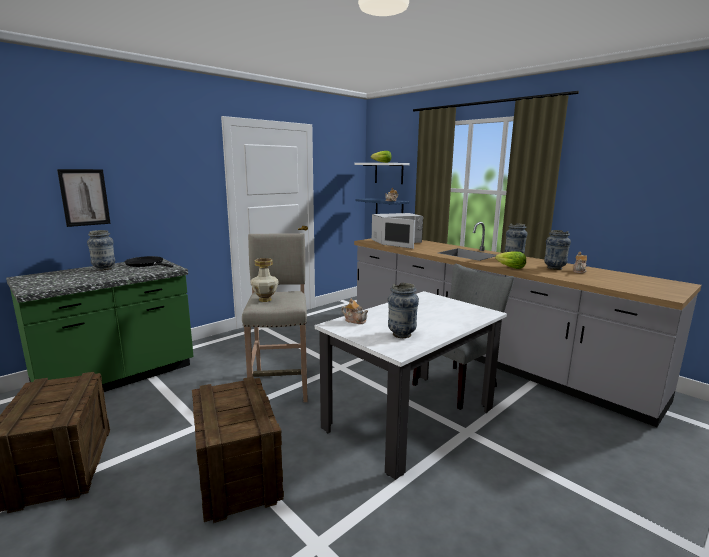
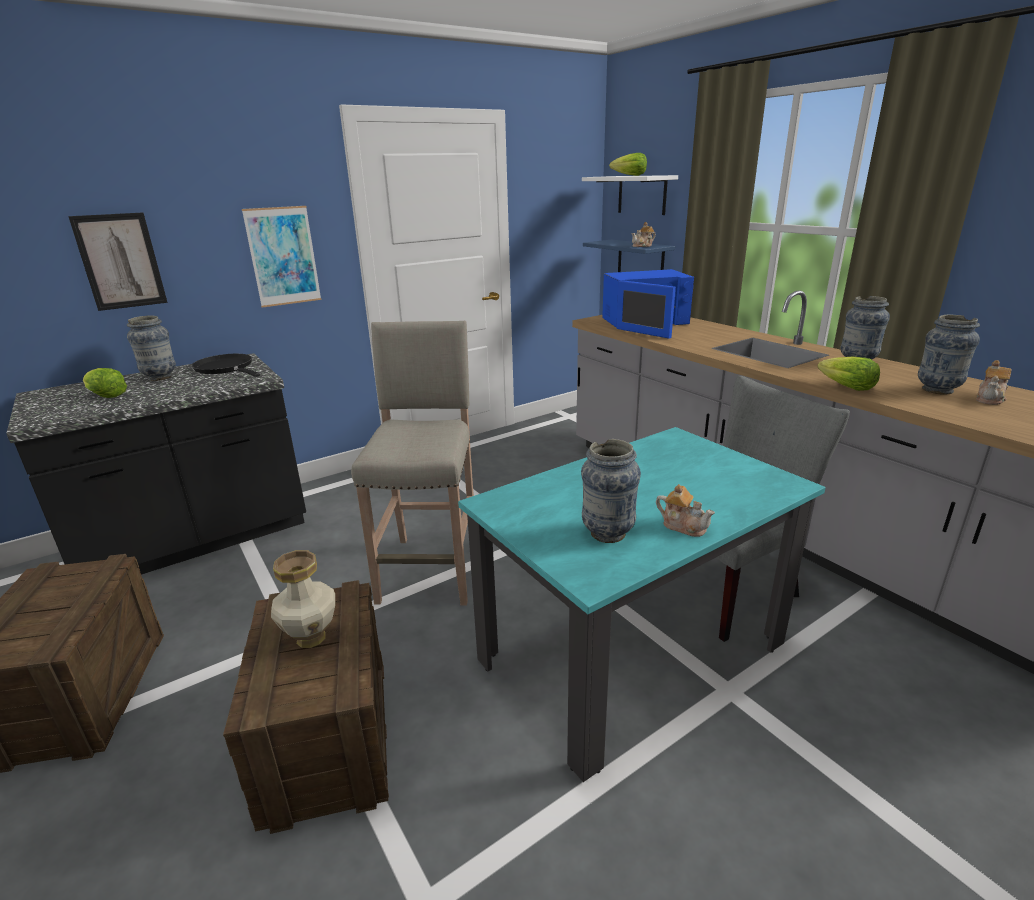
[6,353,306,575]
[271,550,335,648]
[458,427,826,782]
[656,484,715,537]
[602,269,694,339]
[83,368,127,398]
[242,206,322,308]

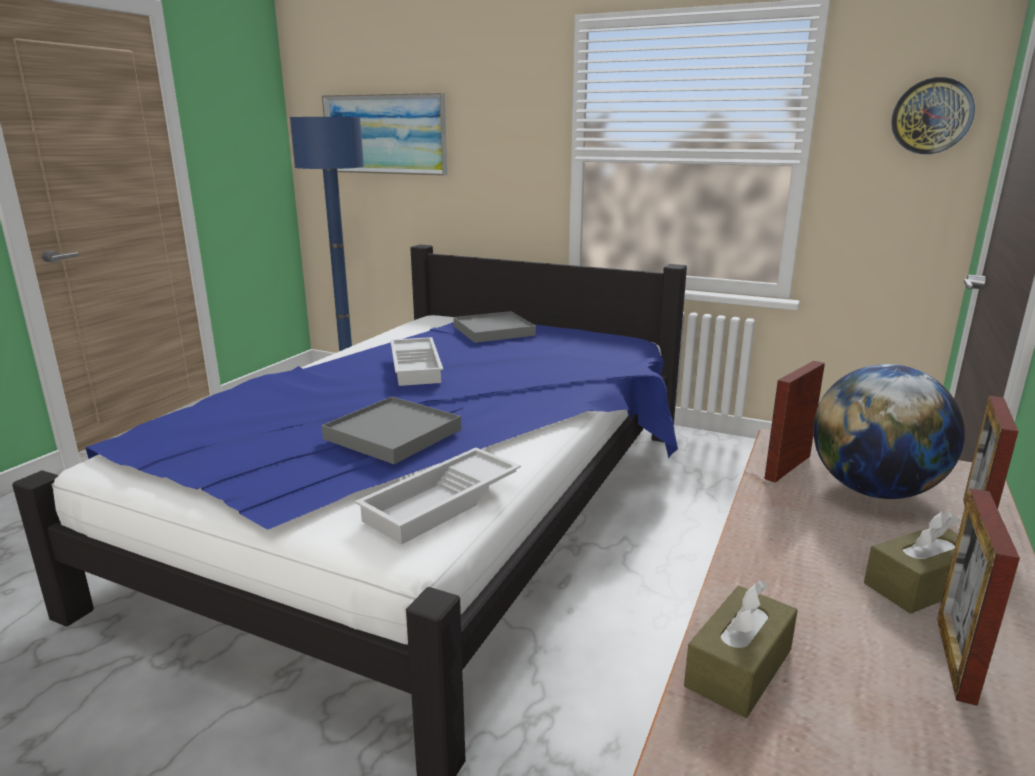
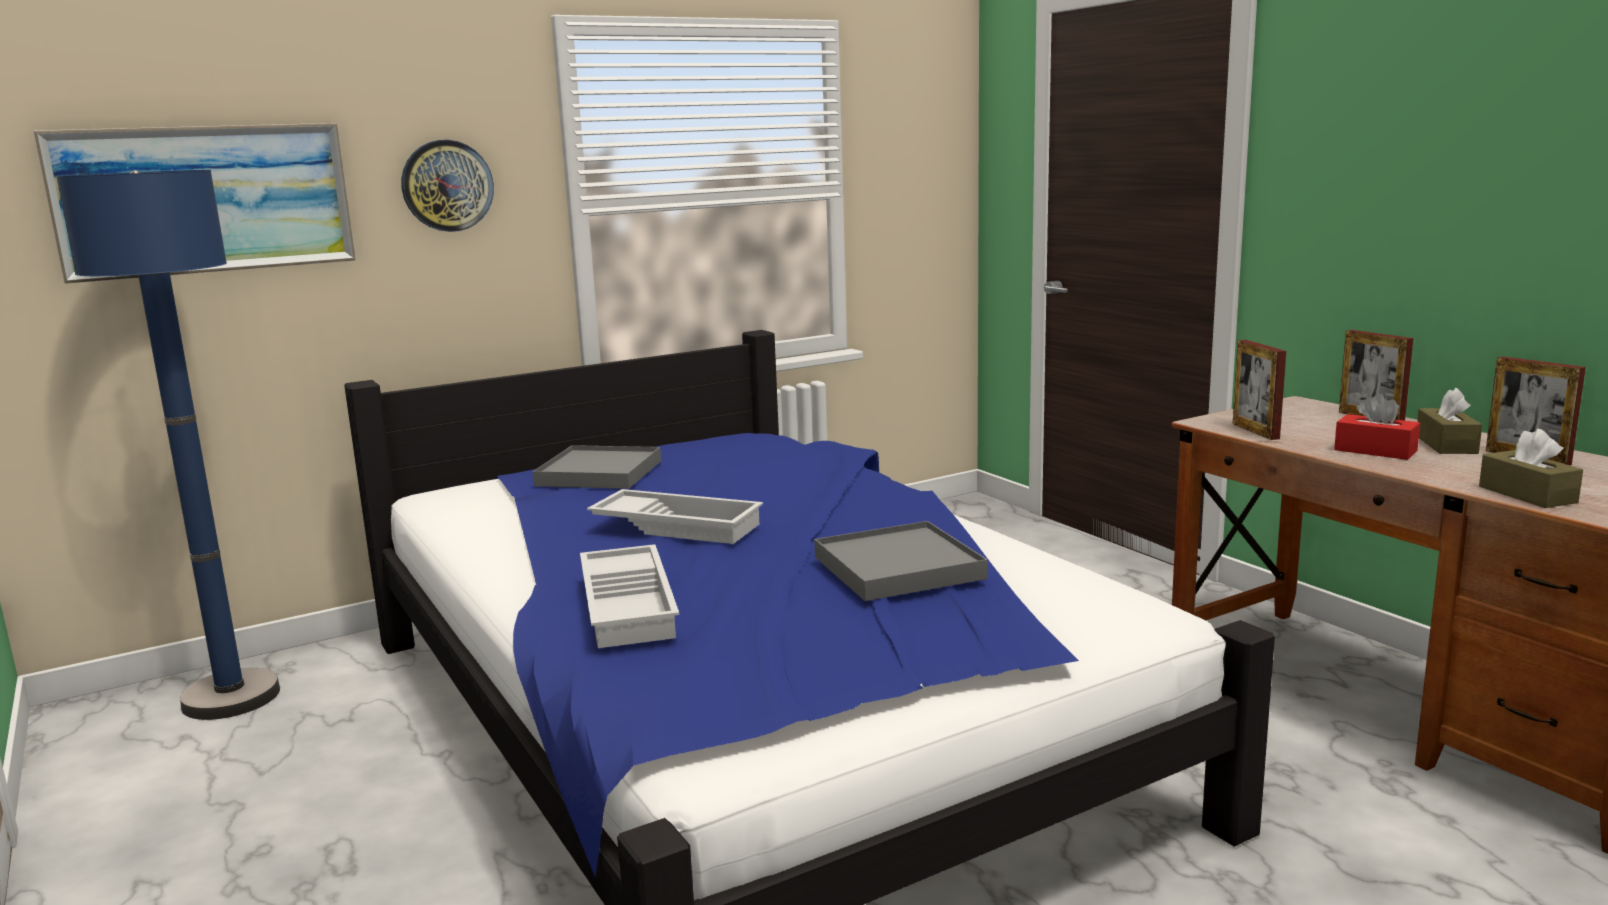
[580,544,679,648]
[813,364,965,499] (first image)
[401,140,494,232]
[1334,394,1420,460]

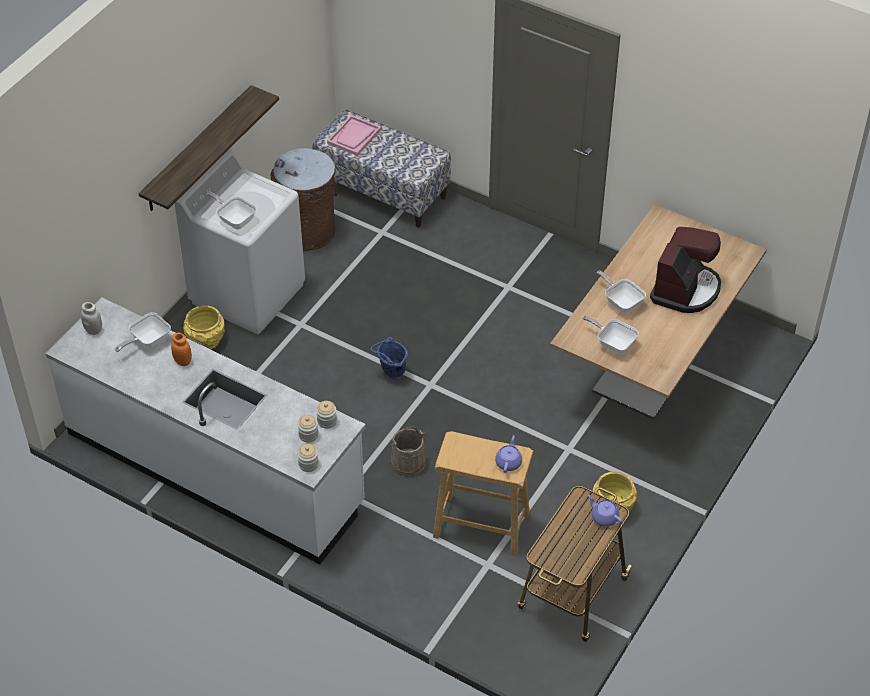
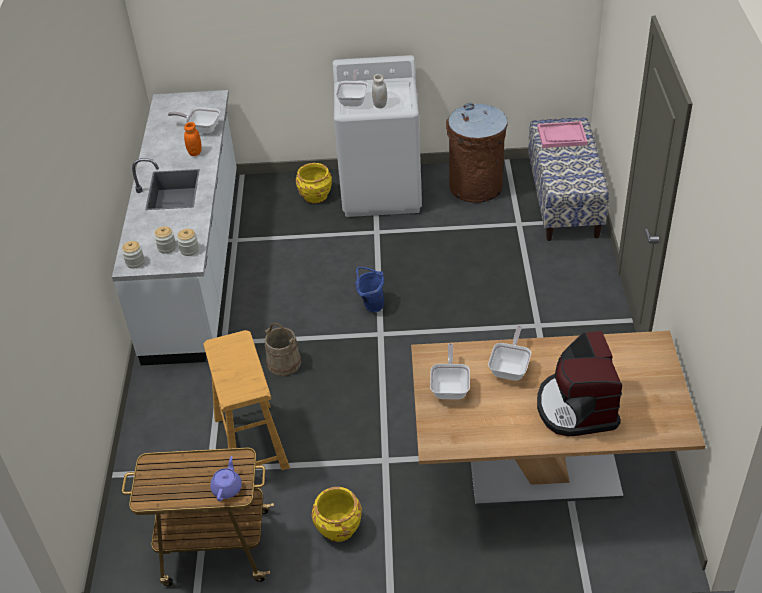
[372,74,387,108]
[139,85,279,211] (first image)
[495,435,522,473] (first image)
[537,331,622,437]

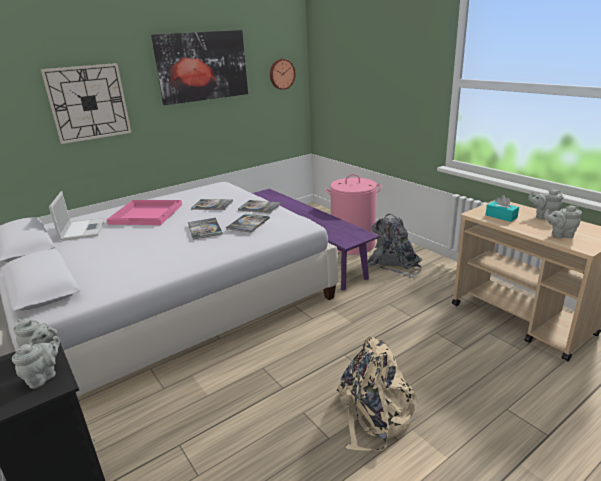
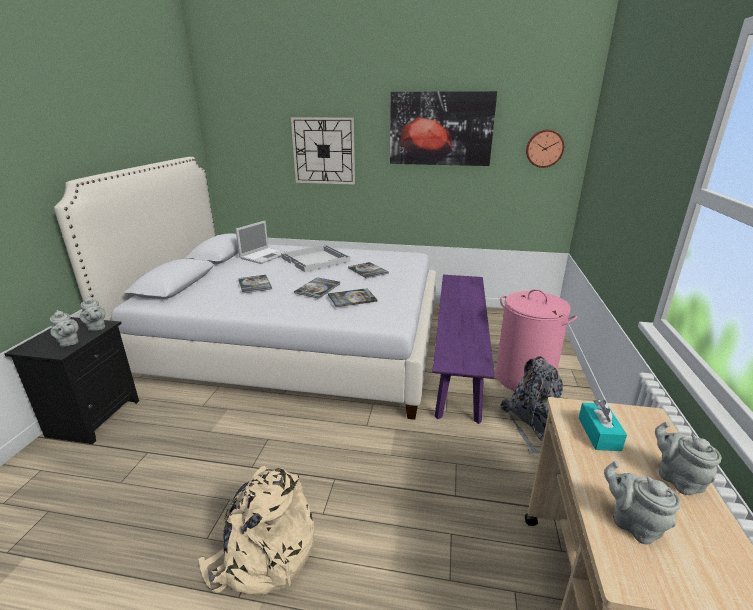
[50,310,79,347]
[281,245,351,272]
[238,275,272,293]

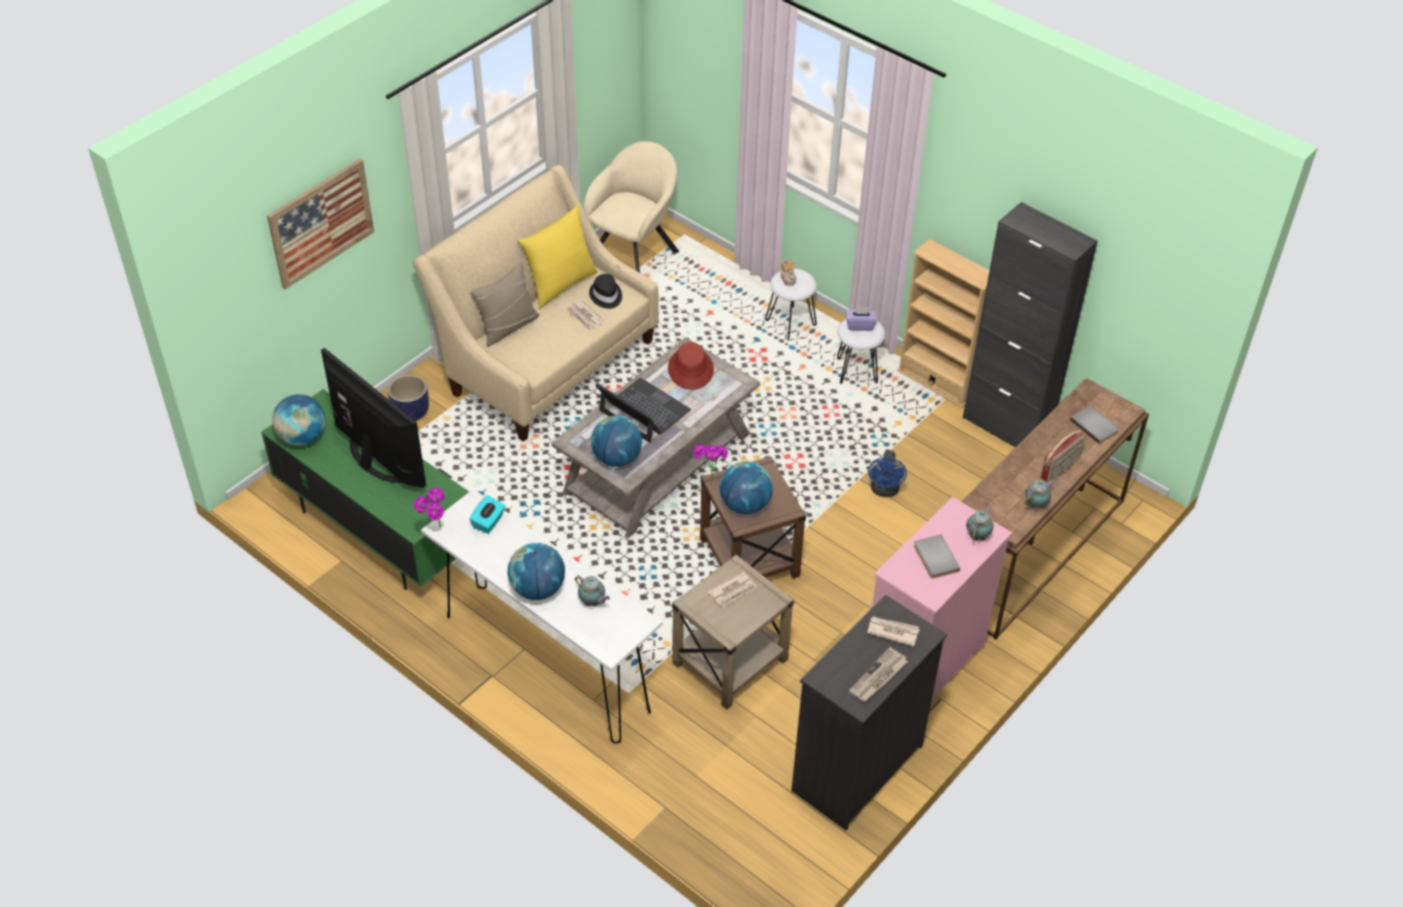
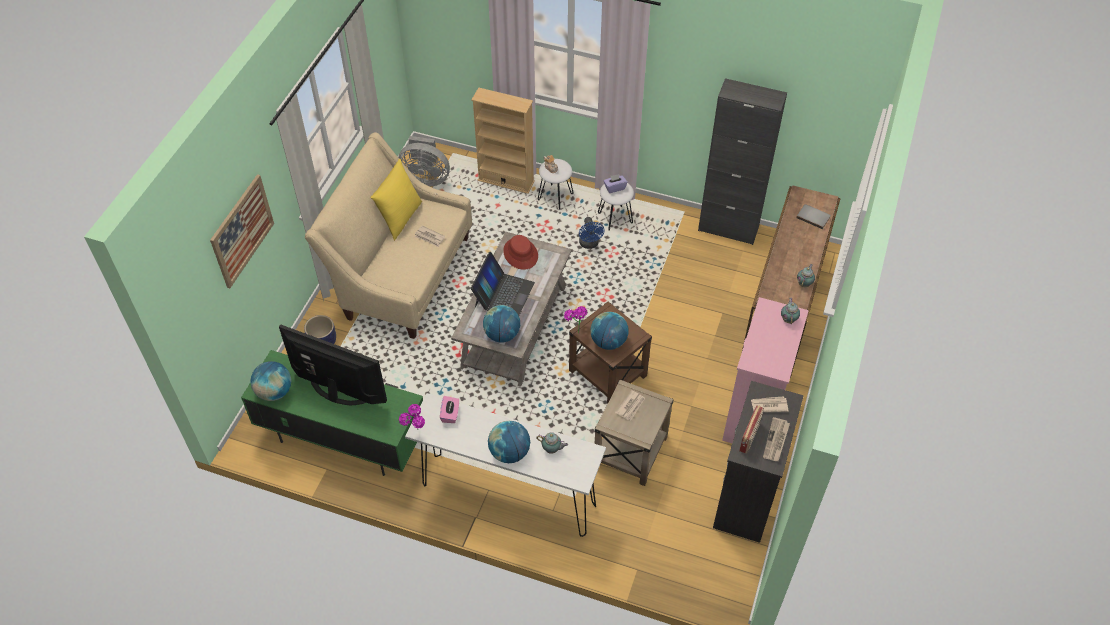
[440,396,459,423]
[470,262,539,347] (first image)
[398,136,450,186]
[589,274,622,309] (first image)
[471,252,535,316]
[579,217,605,249]
[471,88,535,194]
[914,535,960,579] (first image)
[739,405,764,454]

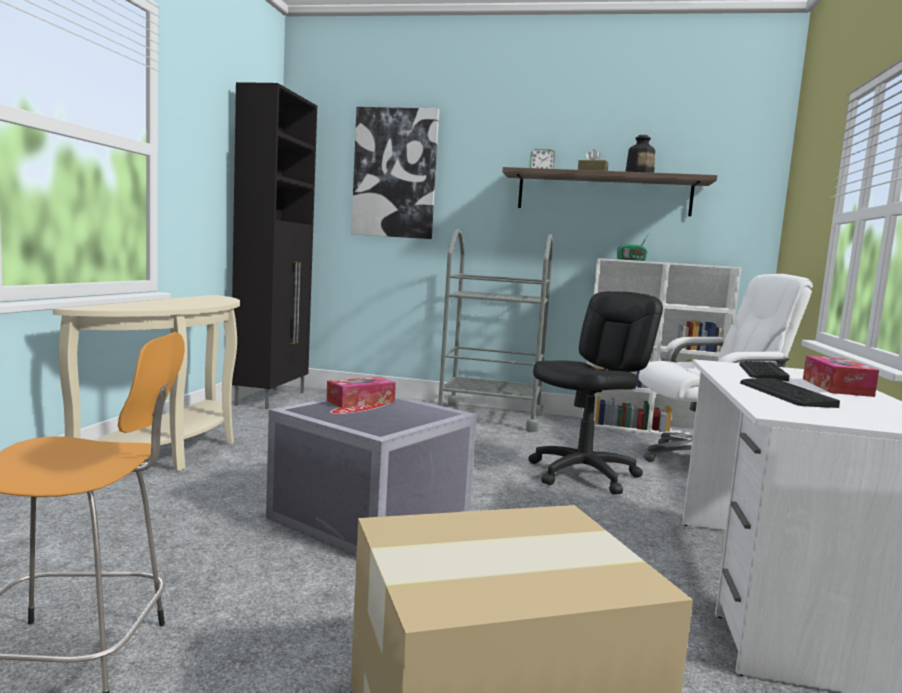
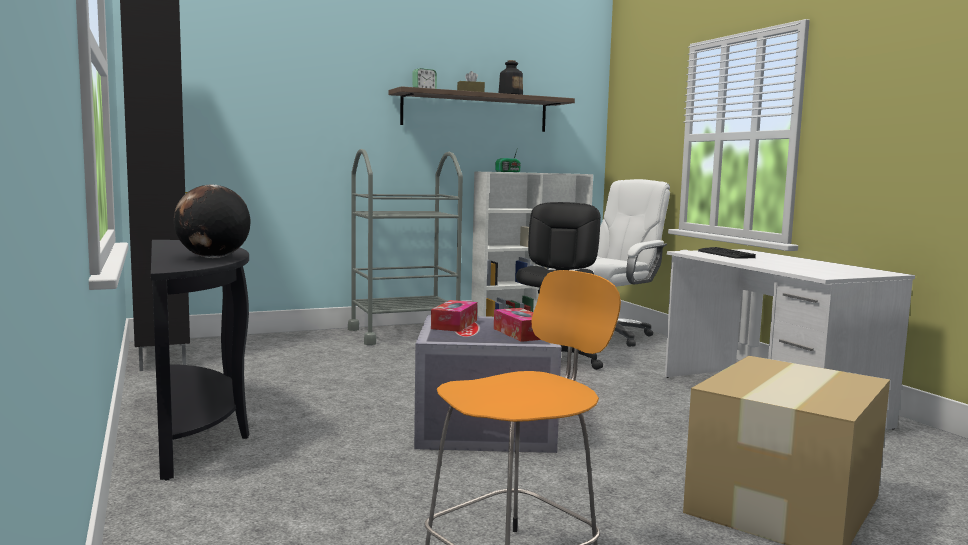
[151,240,250,481]
[351,107,439,239] (first image)
[740,378,840,408] (first image)
[494,308,540,342]
[174,184,251,258]

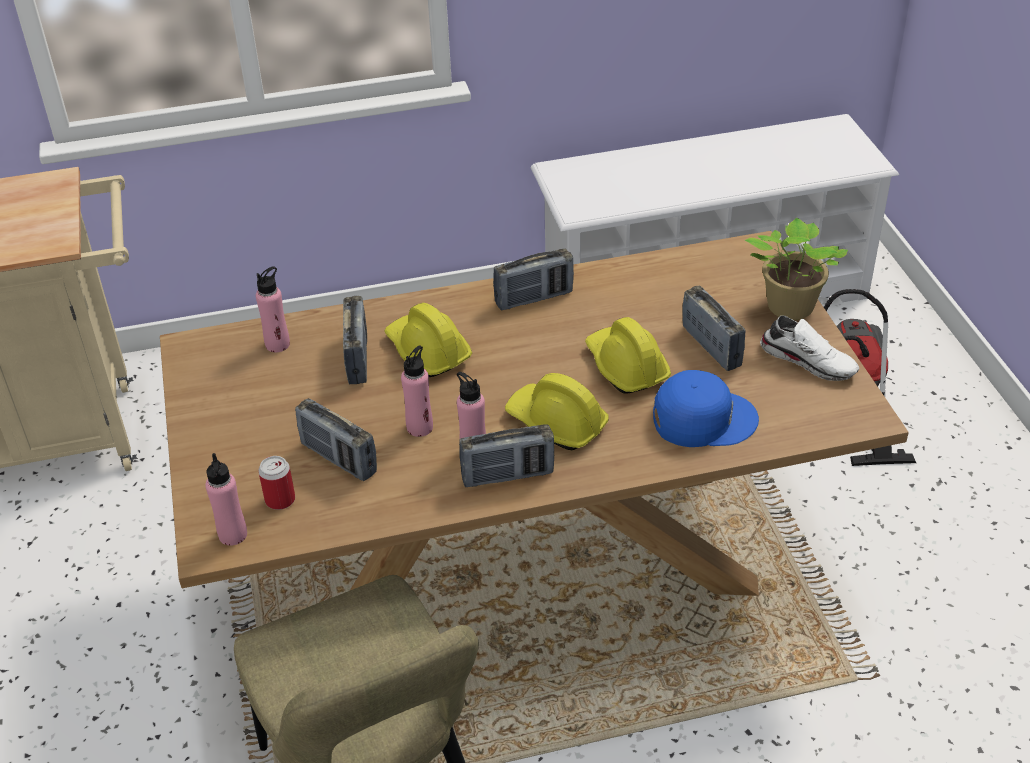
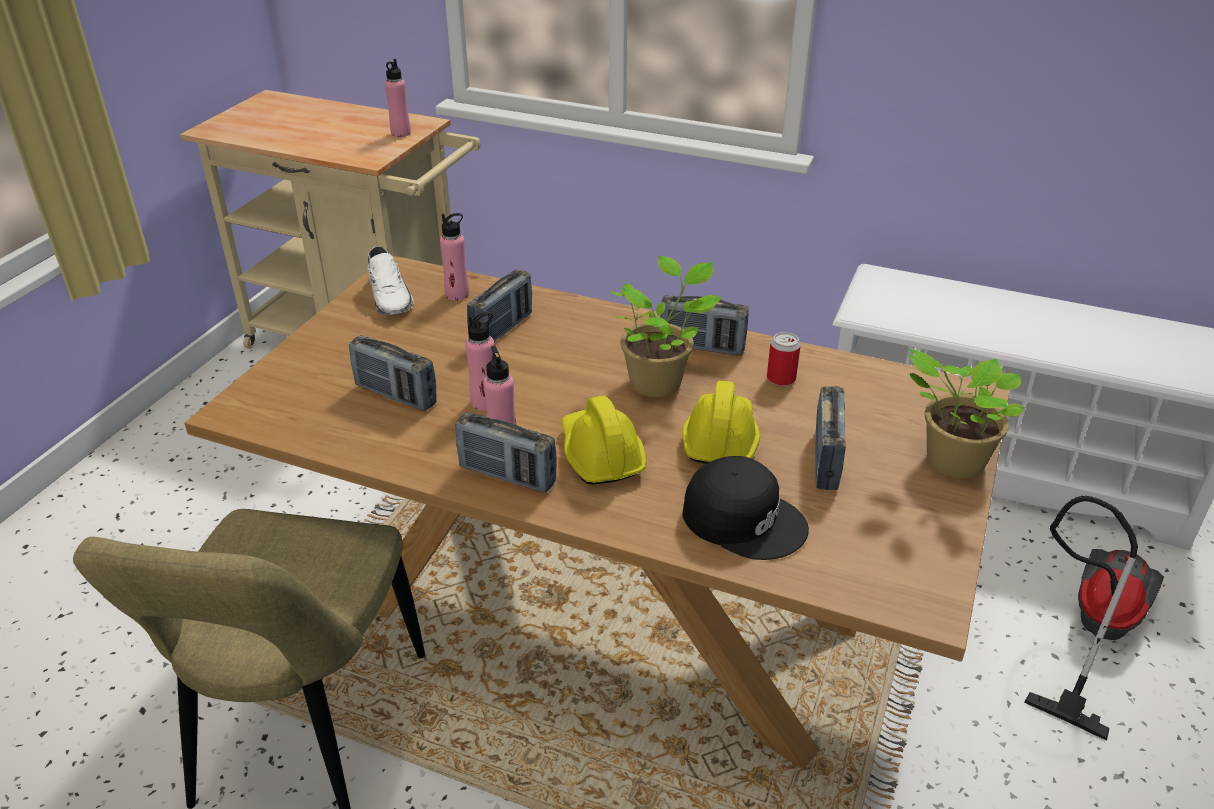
[385,59,411,137]
[767,332,801,386]
[349,335,437,411]
[384,303,472,377] (first image)
[683,456,809,560]
[367,246,414,315]
[609,256,722,398]

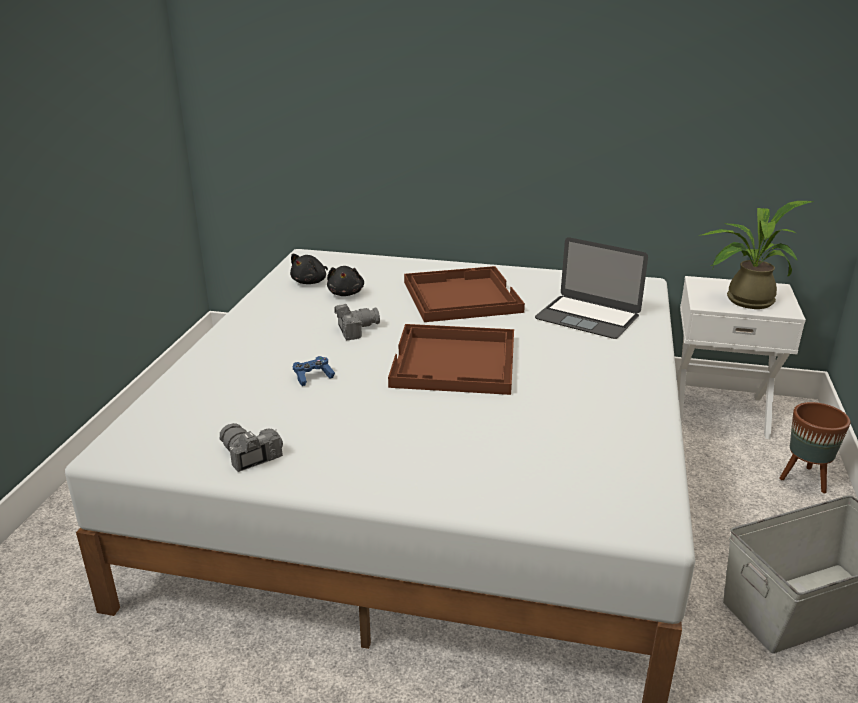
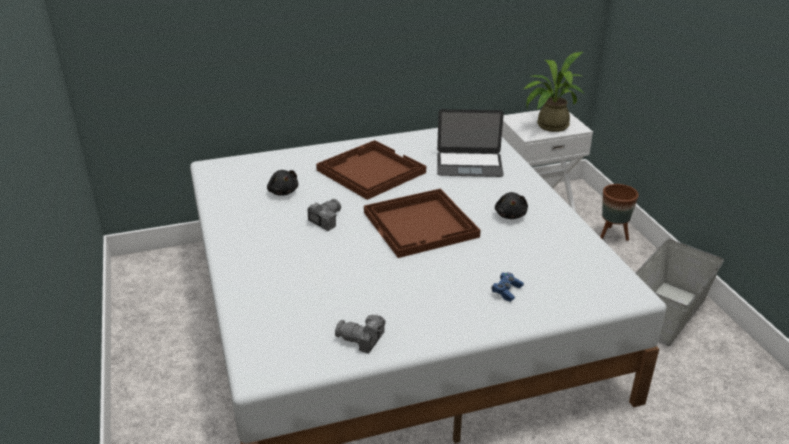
[495,192,528,219]
[492,272,524,302]

